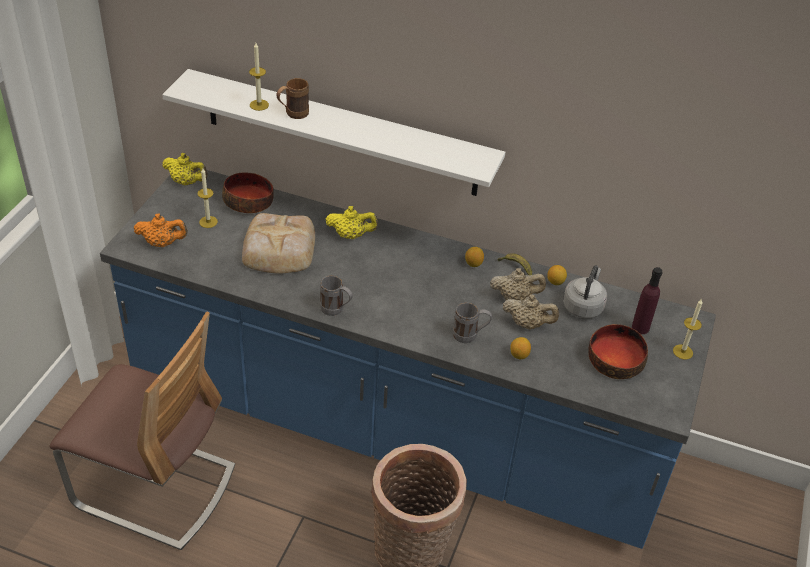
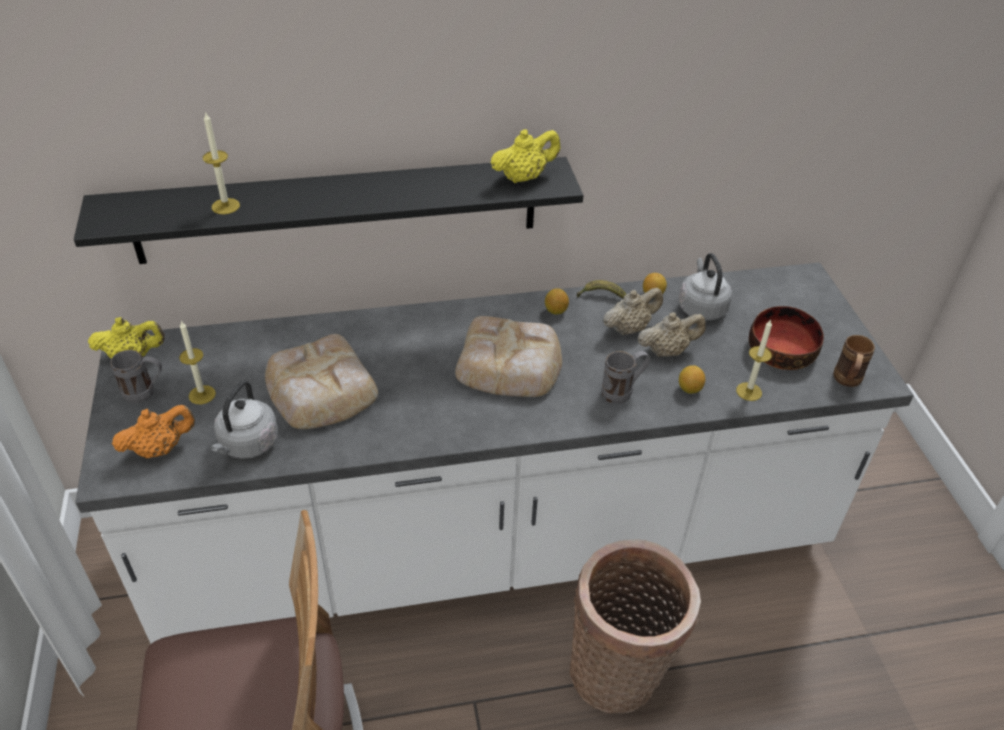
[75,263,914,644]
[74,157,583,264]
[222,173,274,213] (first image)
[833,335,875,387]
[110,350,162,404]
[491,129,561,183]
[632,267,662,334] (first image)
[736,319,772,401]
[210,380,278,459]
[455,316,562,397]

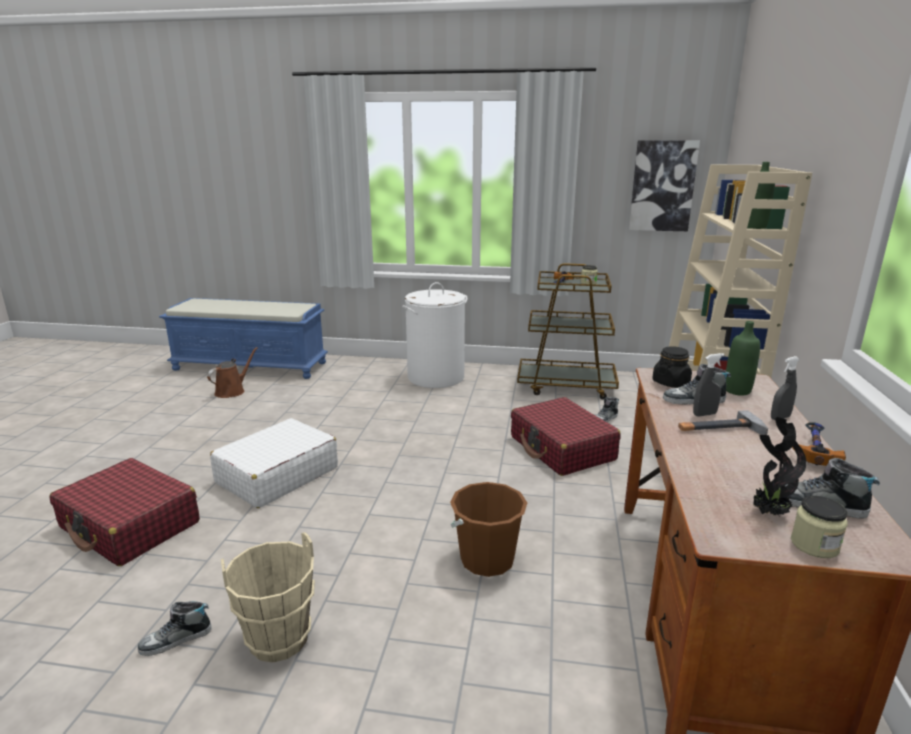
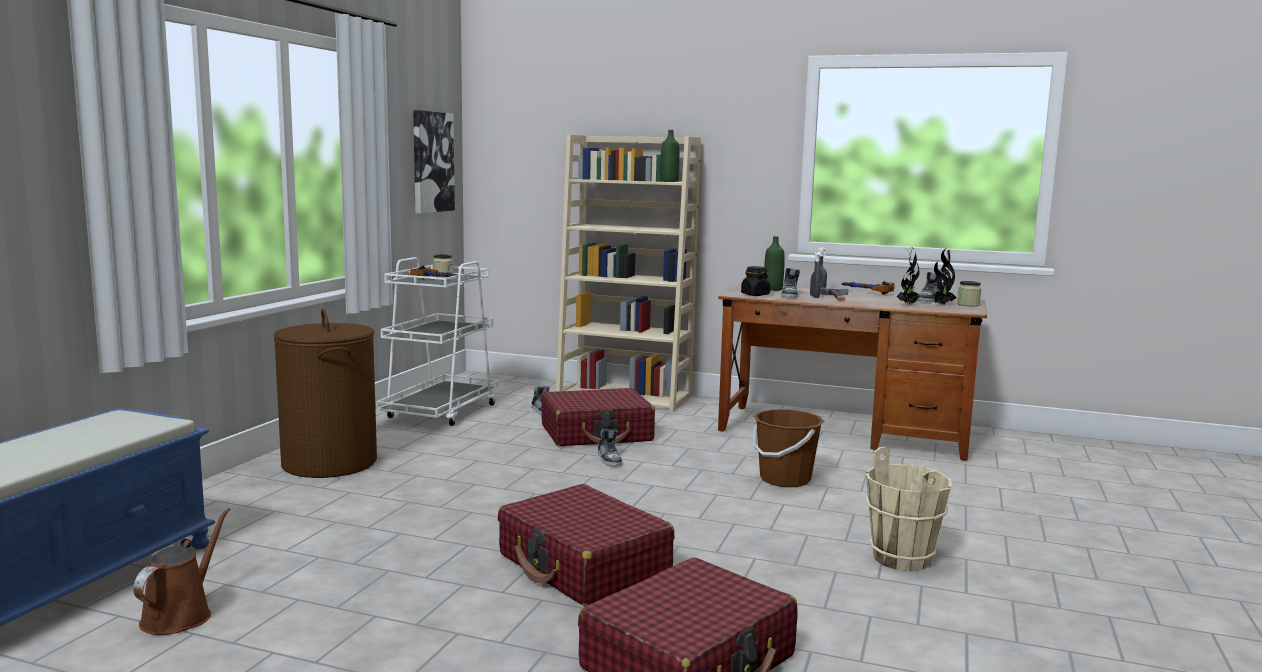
[598,429,622,466]
[133,508,230,635]
[498,484,675,606]
[274,309,377,478]
[376,257,499,426]
[896,251,920,304]

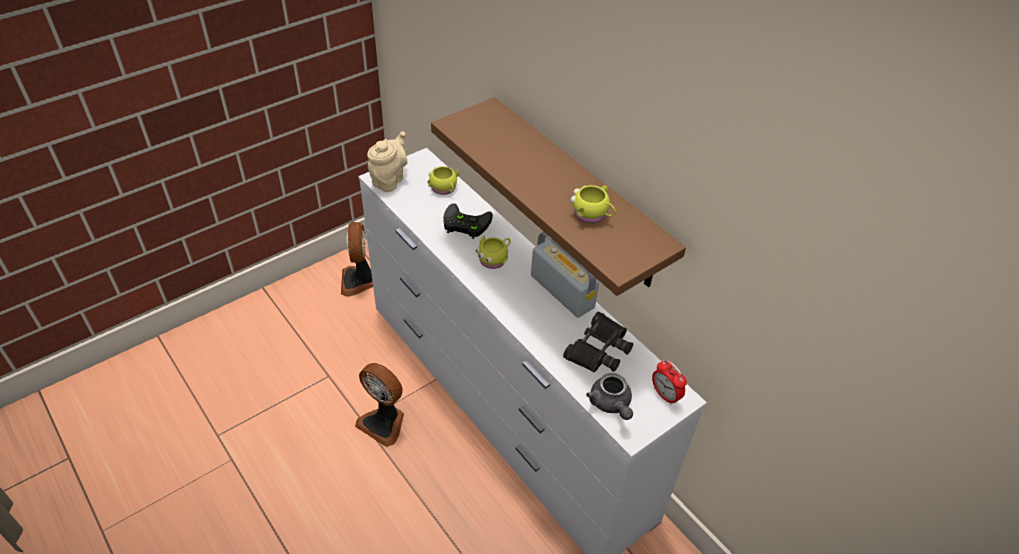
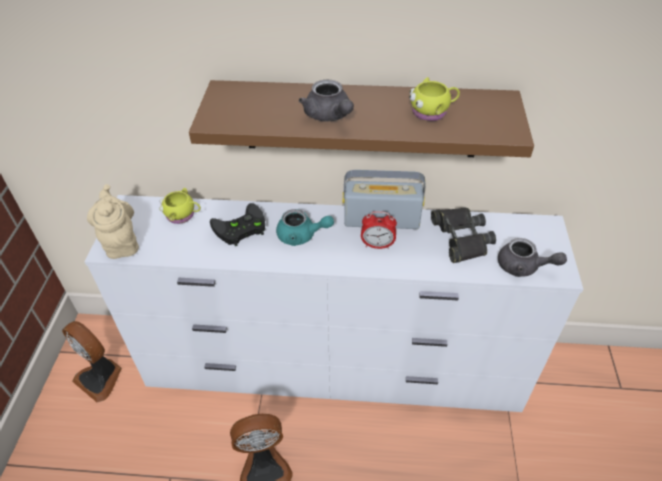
[276,209,334,246]
[361,211,397,249]
[299,80,354,122]

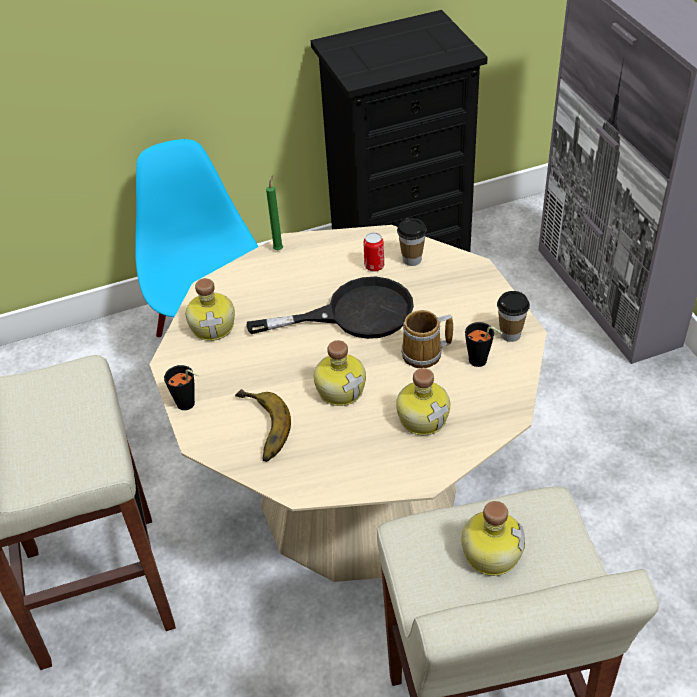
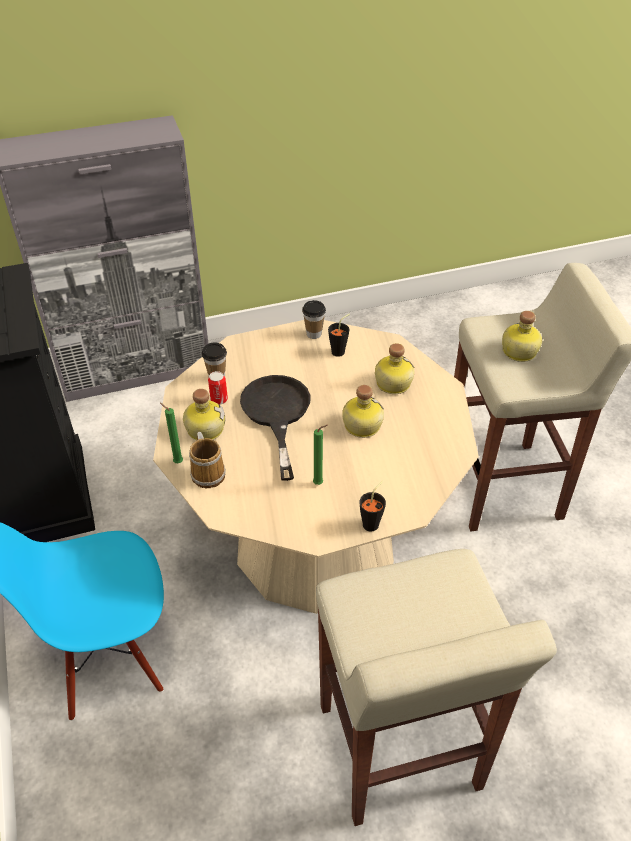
[183,389,225,441]
[235,389,291,462] (first image)
[189,432,226,488]
[313,425,328,485]

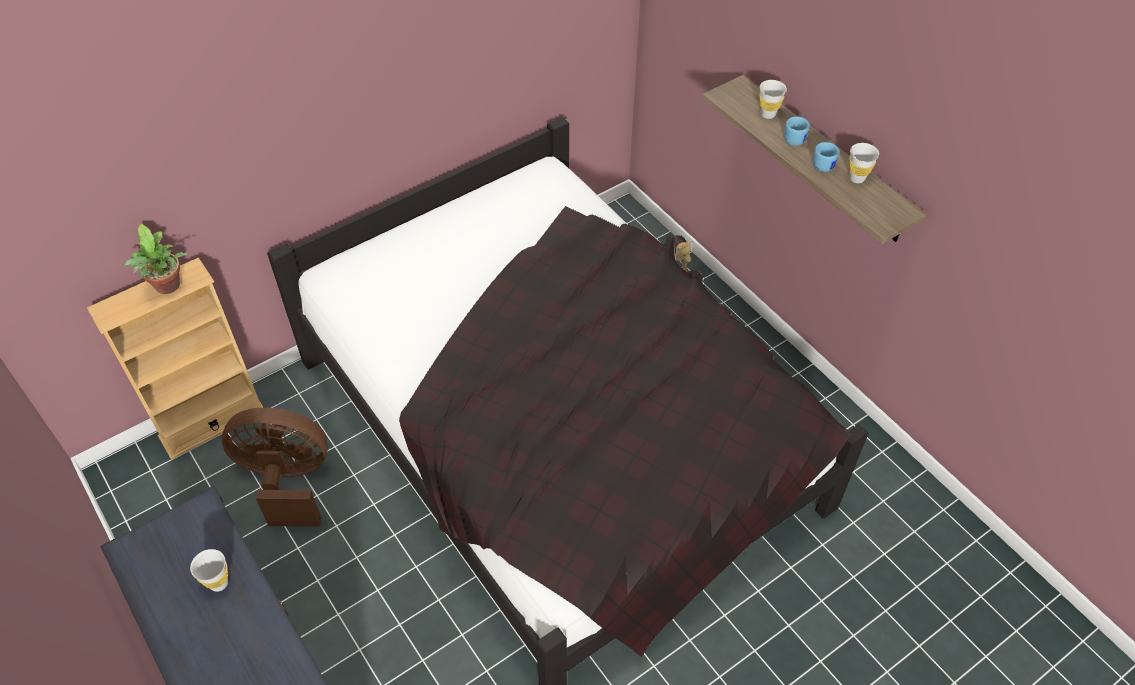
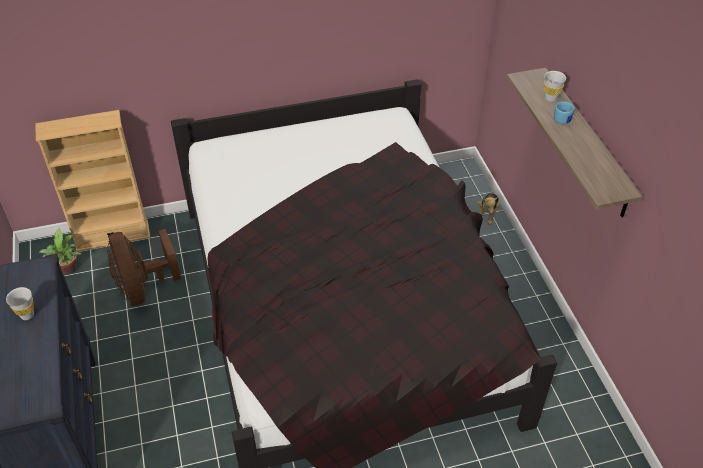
[39,228,81,274]
[107,229,181,306]
[813,142,839,172] (first image)
[849,143,879,183] (first image)

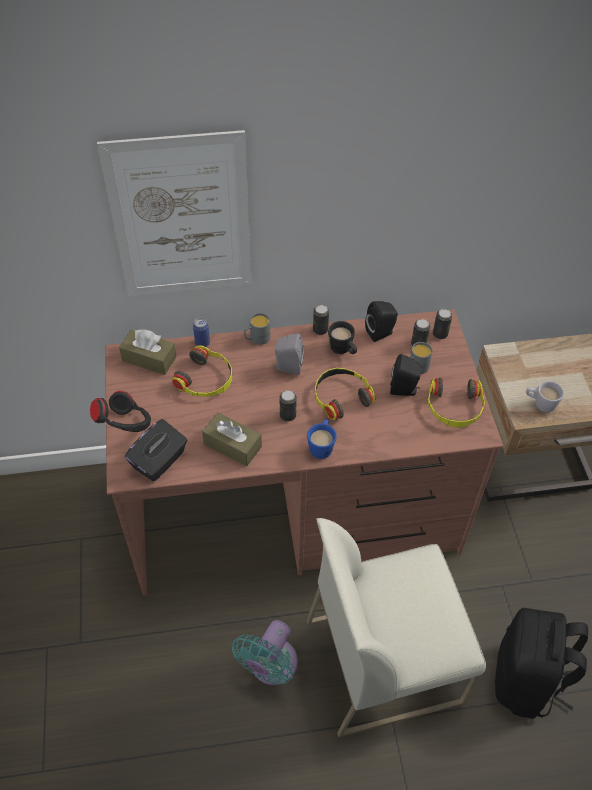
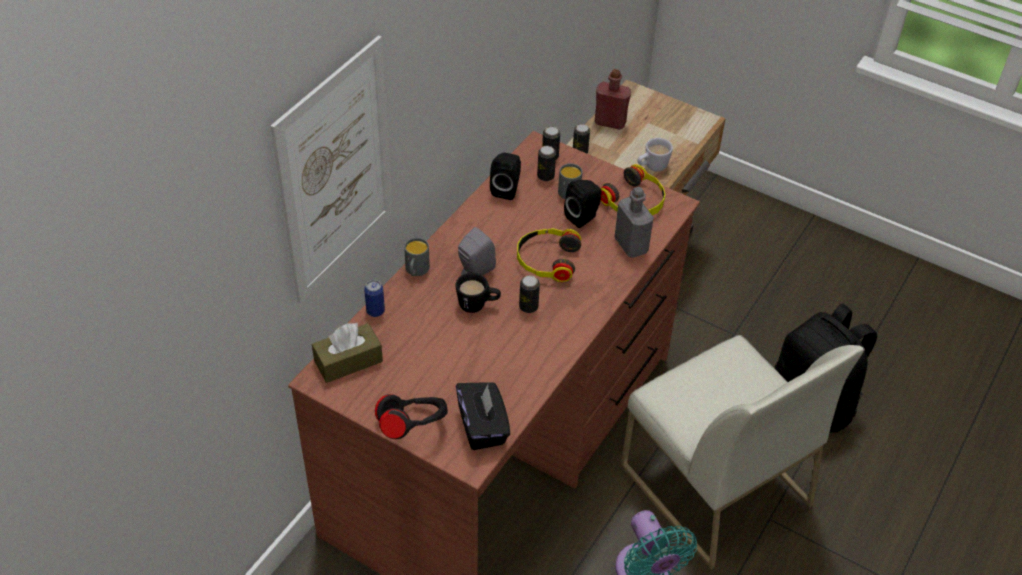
[172,345,232,397] (first image)
[202,412,262,466] (first image)
[307,419,337,459] (first image)
[621,335,865,570]
[573,124,590,154]
[456,273,501,313]
[595,69,631,130]
[614,187,654,258]

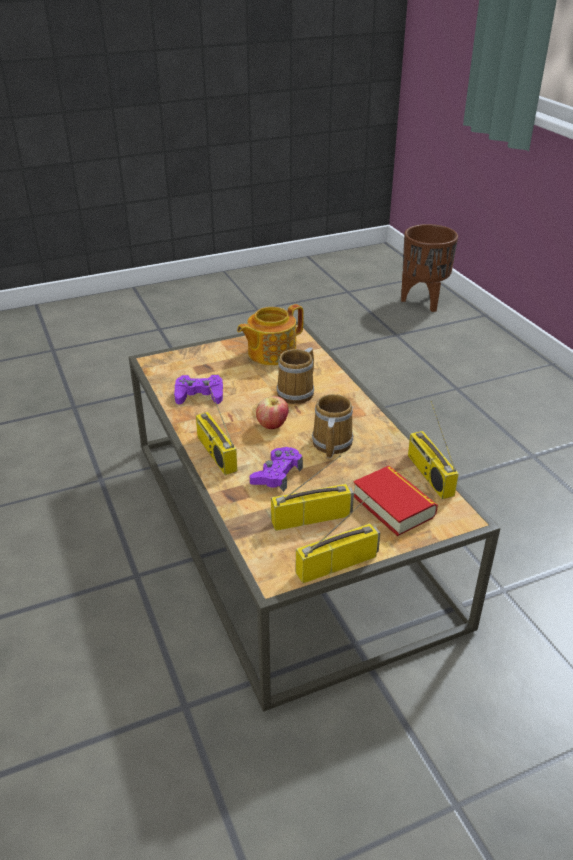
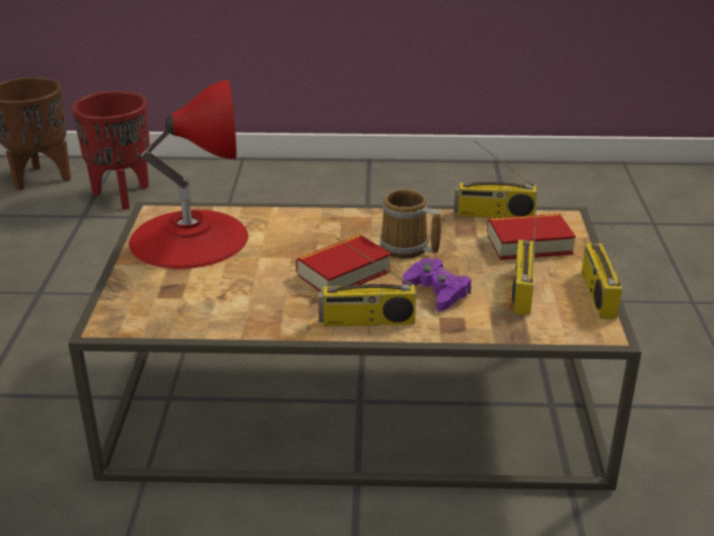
[174,375,223,404] (first image)
[129,79,248,269]
[296,234,391,291]
[276,347,314,404] (first image)
[72,91,150,210]

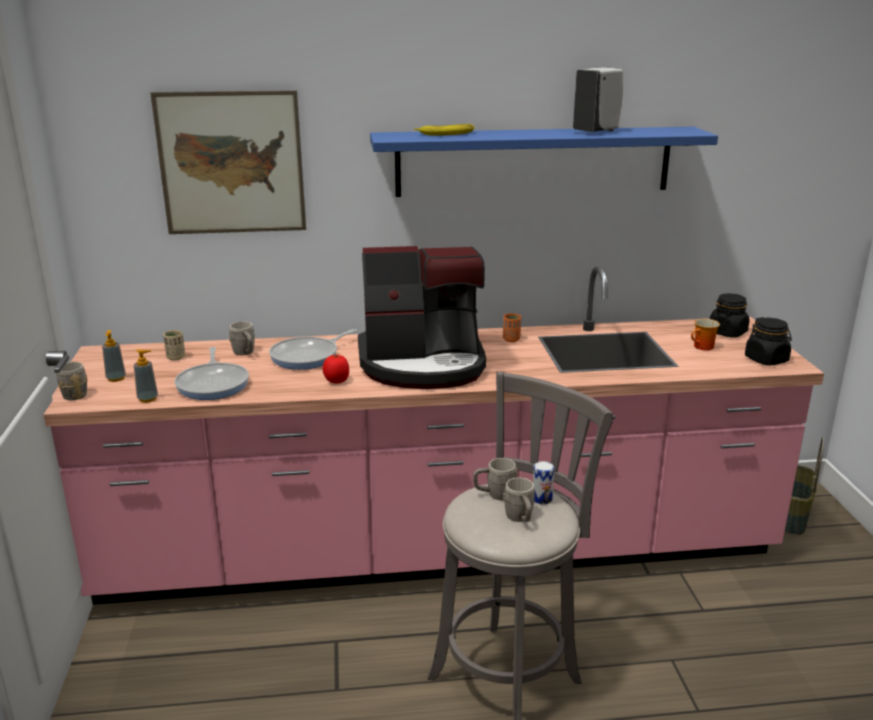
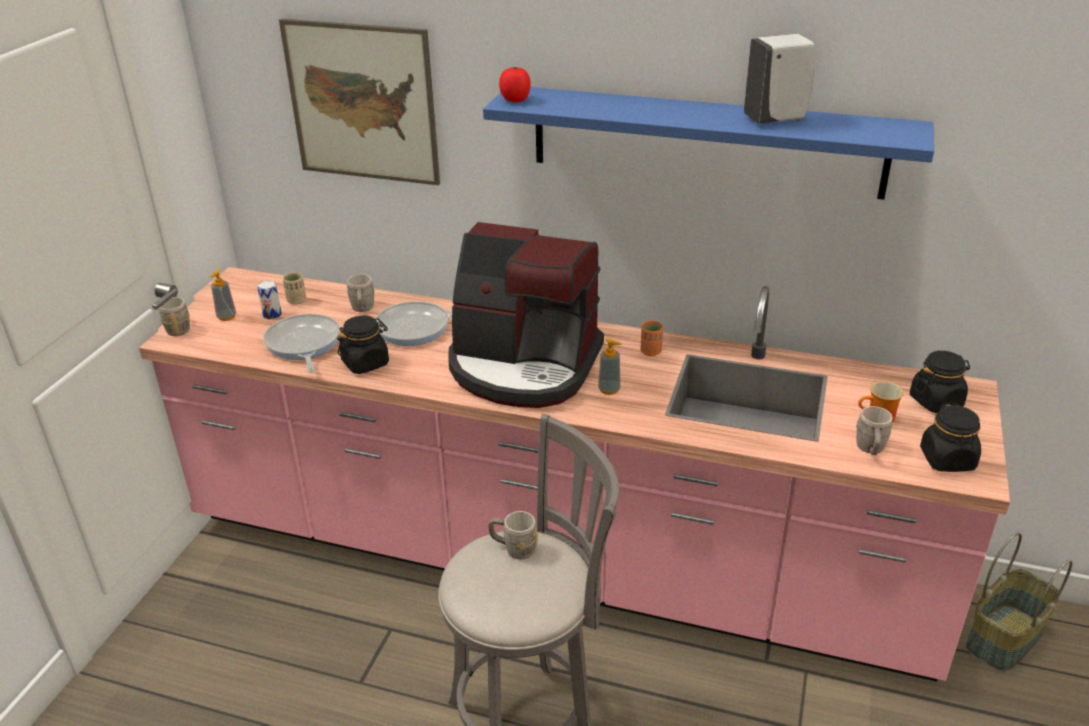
[598,339,622,395]
[263,314,340,372]
[499,67,531,102]
[415,124,475,136] (first image)
[856,406,892,455]
[257,281,282,319]
[337,316,389,374]

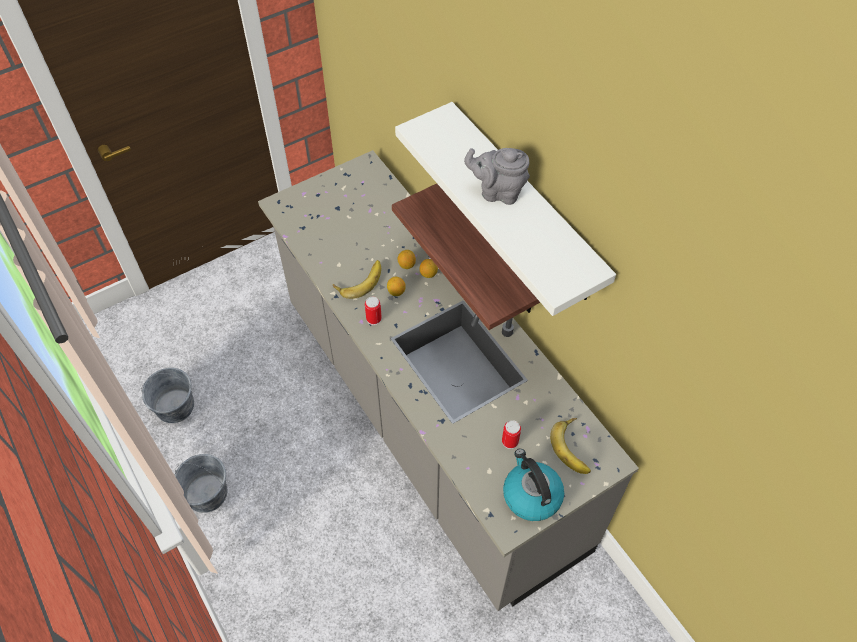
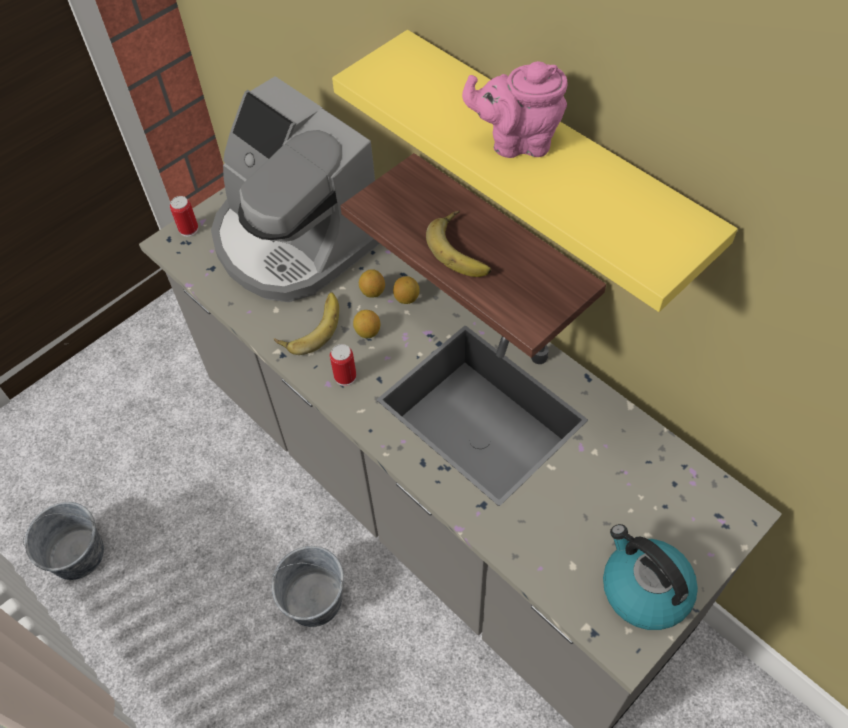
[272,546,344,627]
[332,30,738,312]
[462,61,567,158]
[170,196,198,237]
[426,211,491,277]
[211,76,379,302]

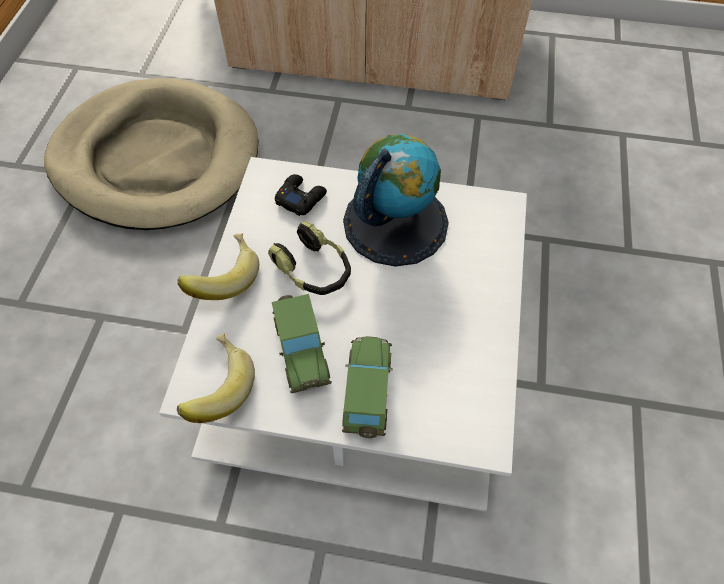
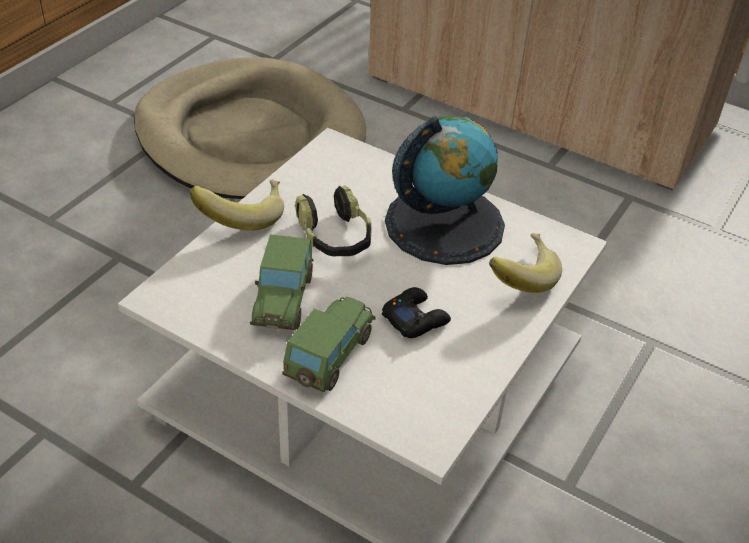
[489,233,562,293]
[382,287,451,338]

